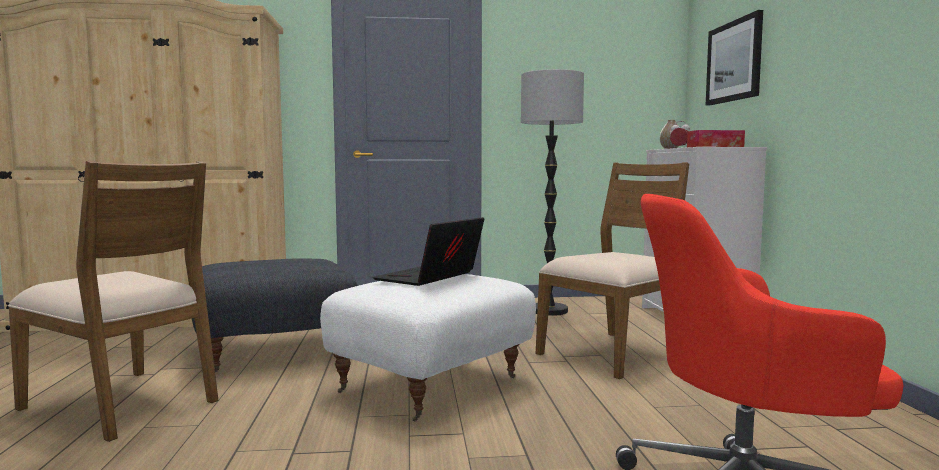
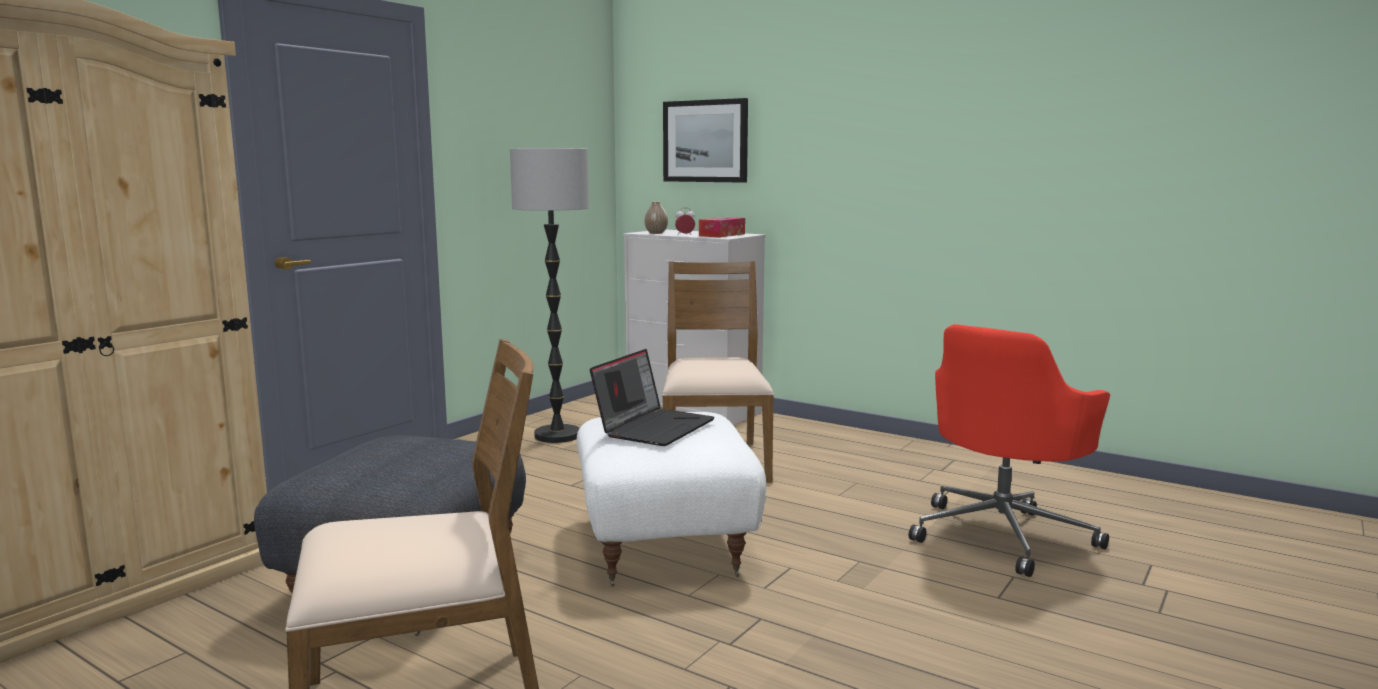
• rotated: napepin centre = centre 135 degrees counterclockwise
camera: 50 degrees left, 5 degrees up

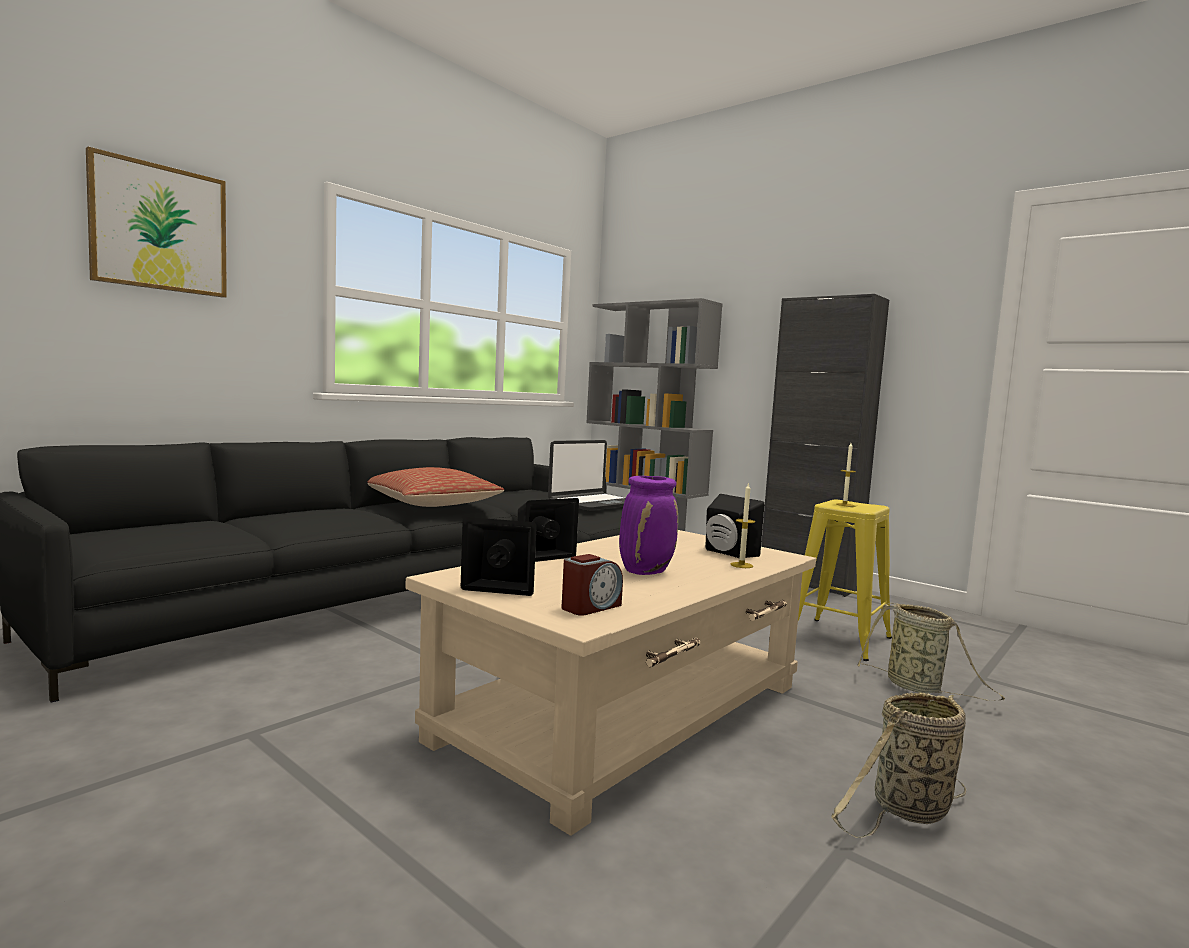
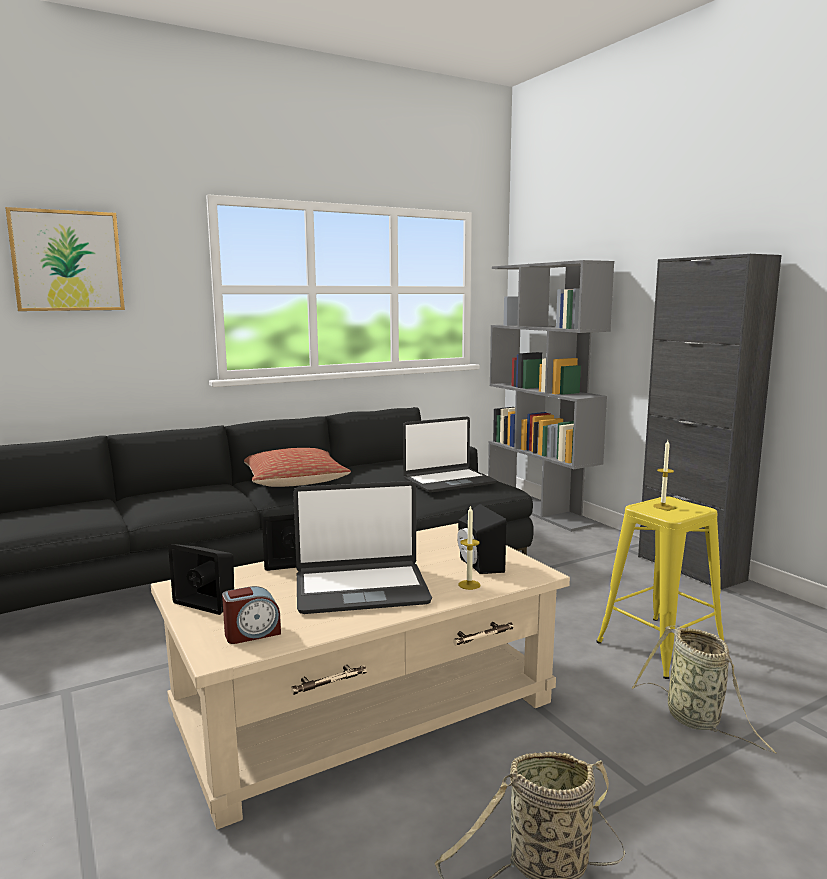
• swapped: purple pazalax centre to napepin (no. 1 from left) centre
camera: 20 degrees right, 5 degrees up

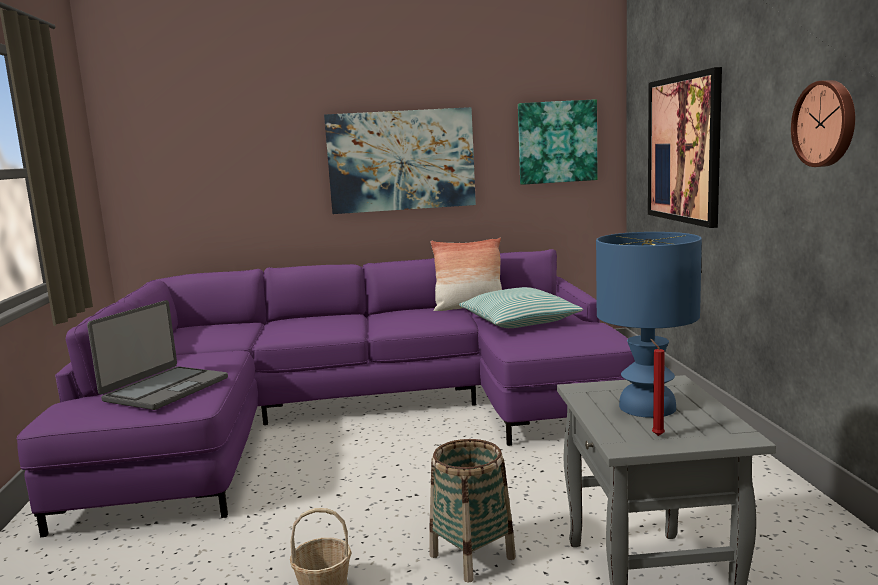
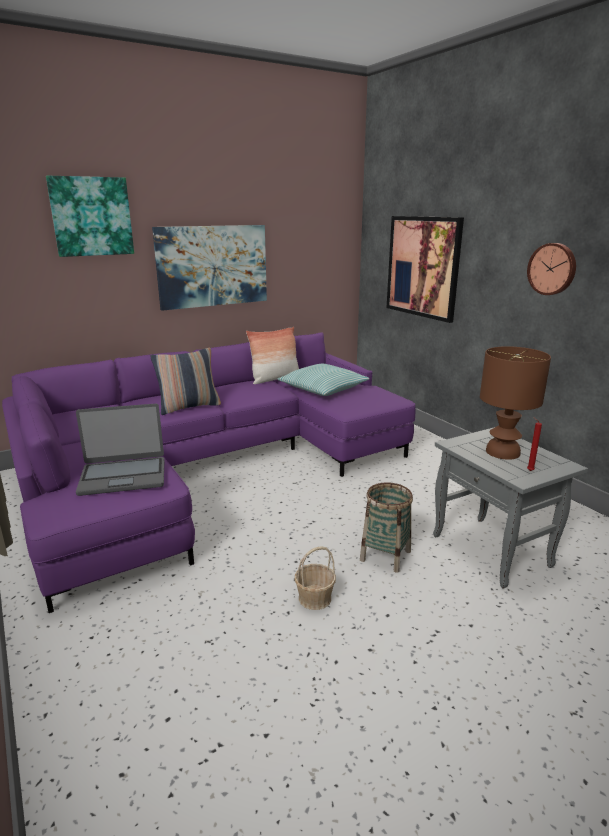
• shifted: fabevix (no. 2 from left in the first image) top centre to fabevix (no. 1 from left) top left
• rotated: napepin middle left = middle left 75 degrees clockwise
• new: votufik (no. 1 from left) middle left
• repainted: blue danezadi middle right to brown danezadi middle right
camera: 25 degrees left, 10 degrees up

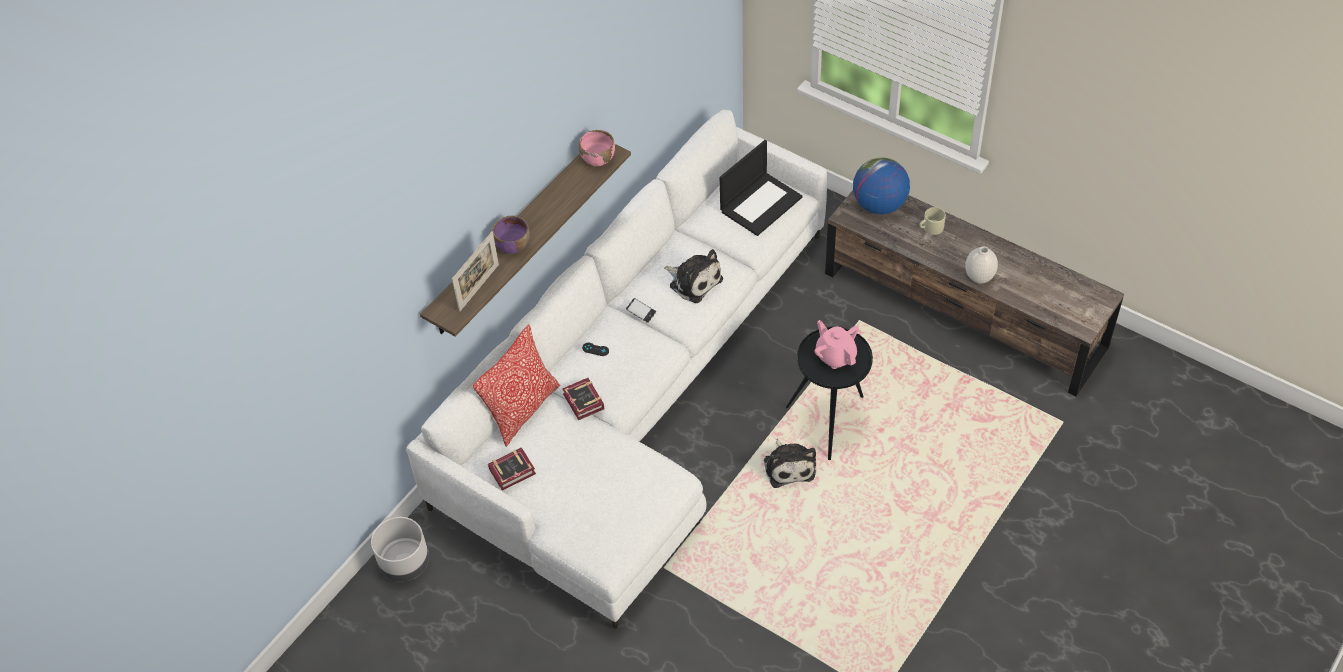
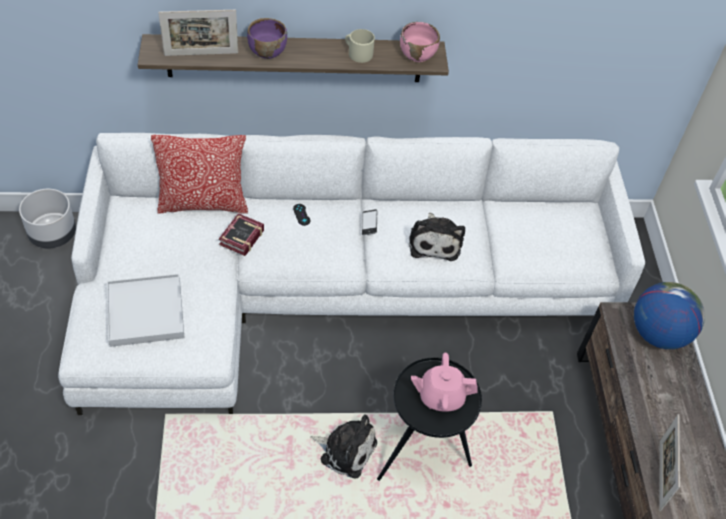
• new: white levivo middle left
• rotated: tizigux (no. 2 from left in the first image) bottom centre = bottom centre 105 degrees counterclockwise
• shifted: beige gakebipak top right to top centre
• rotated: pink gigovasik centre = bottom centre 105 degrees counterclockwise
• swapped: white pazalax middle right to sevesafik (no. 2 from left) bottom right
• gone: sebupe (no. 1 from left) bottom centre
• gone: napepin top centre
camera: 45 degrees right, 0 degrees up

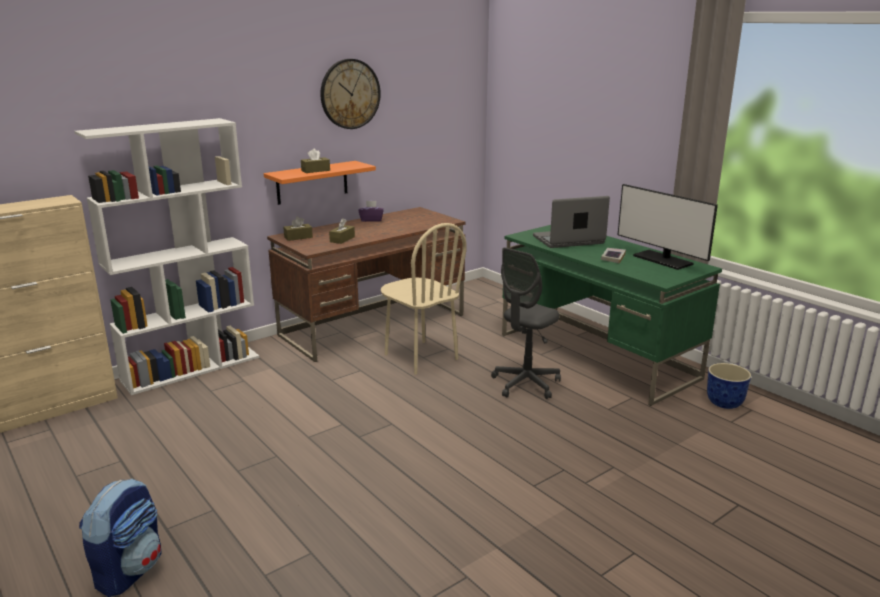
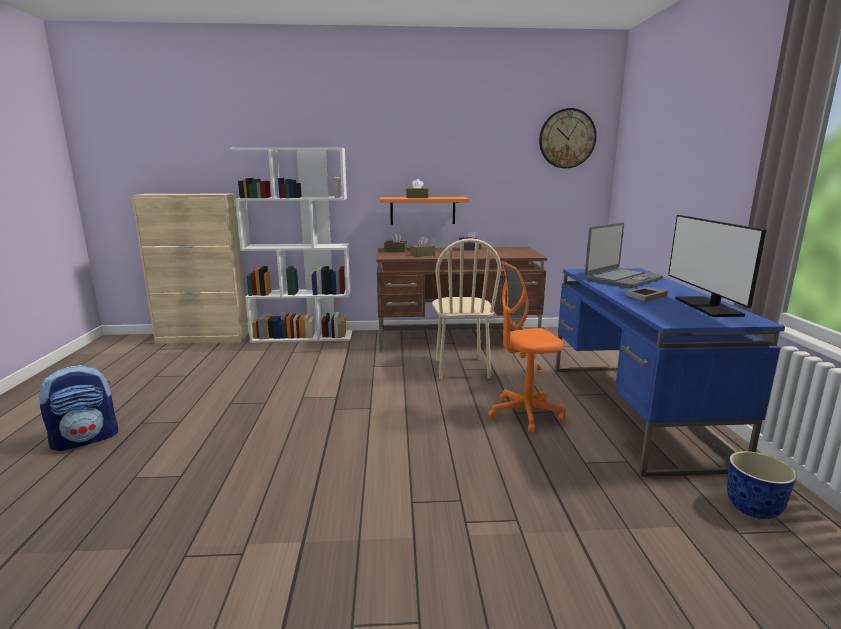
• repainted: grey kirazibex centre to orange kirazibex centre
• shifted: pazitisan top centre to top right
• repainted: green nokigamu middle right to blue nokigamu middle right
• rotated: napepin centre = middle right 120 degrees clockwise
camera: 35 degrees right, 5 degrees down

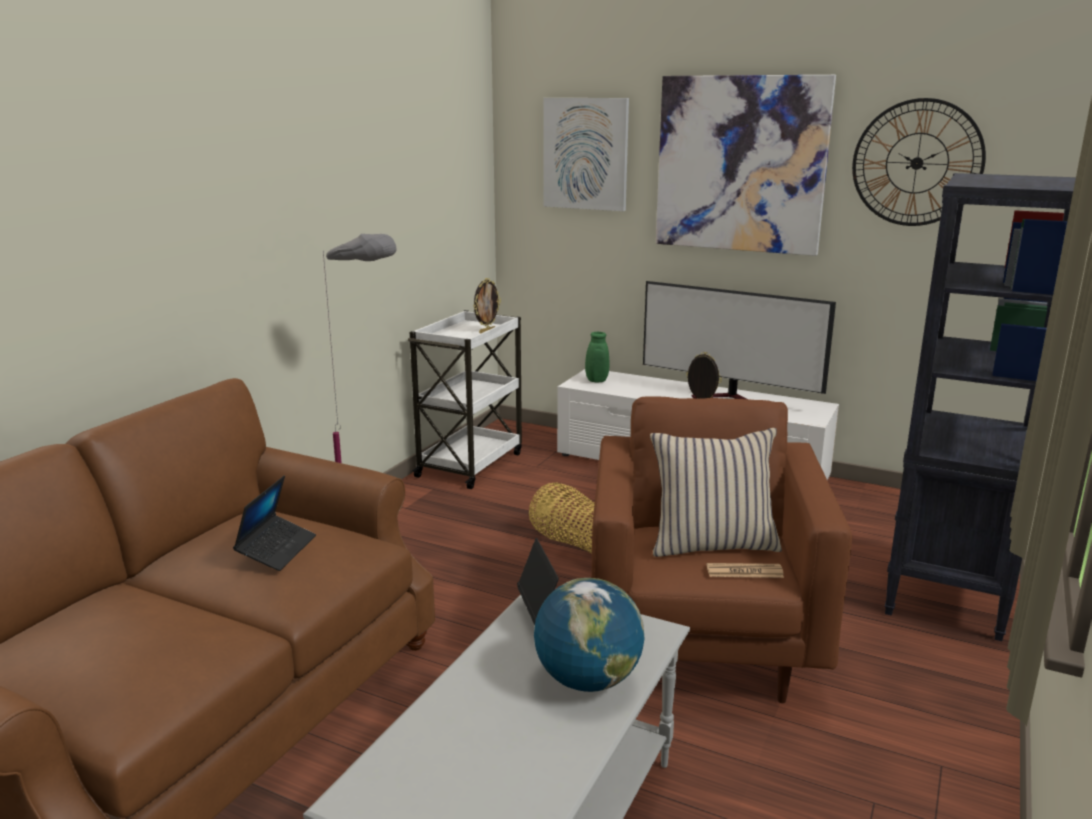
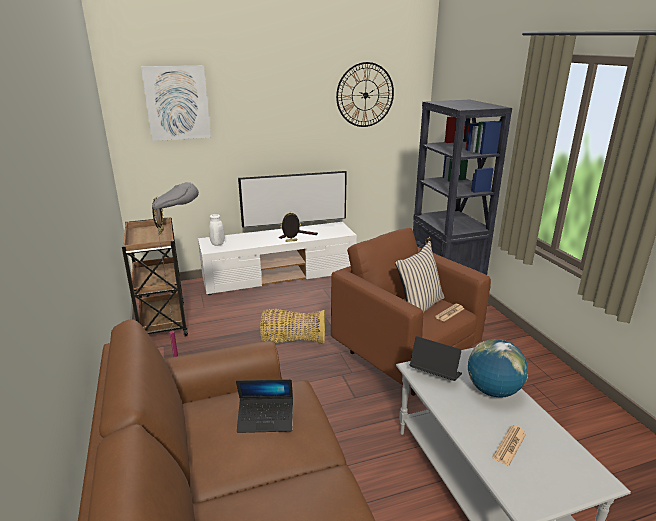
• repainted: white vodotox centre to brown vodotox middle left
• repainted: green pazalax centre to white pazalax middle left
• rotated: napepin (no. 1 from left) middle left = bottom centre 120 degrees clockwise
• new: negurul (no. 2 from left) bottom right
• gone: fabevix (no. 2 from left) top right
camera: 45 degrees left, 5 degrees up

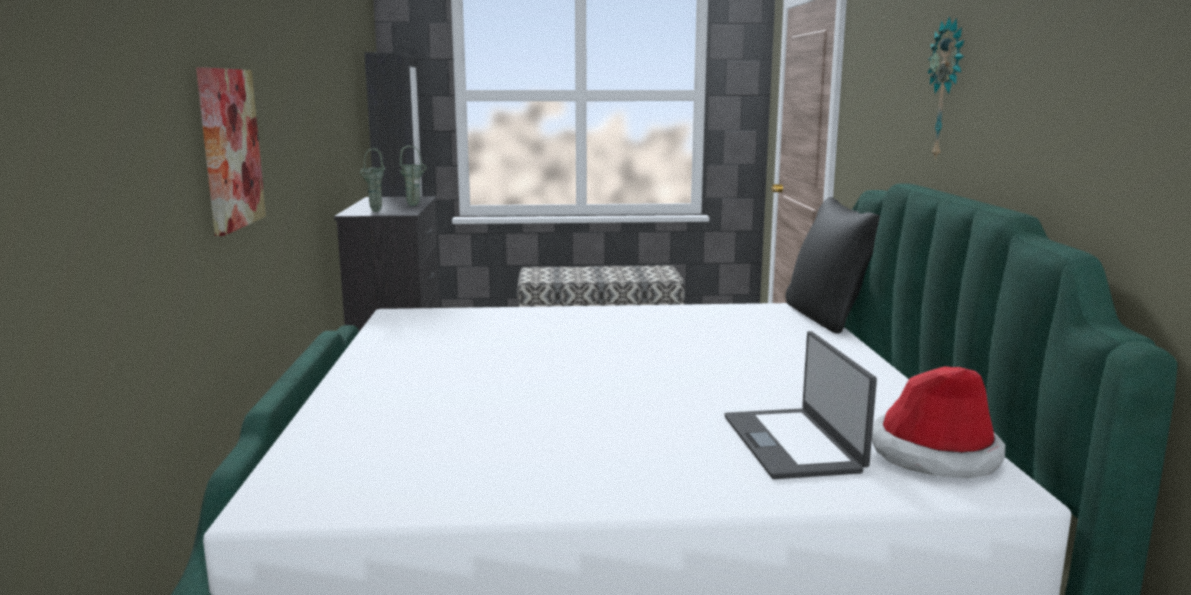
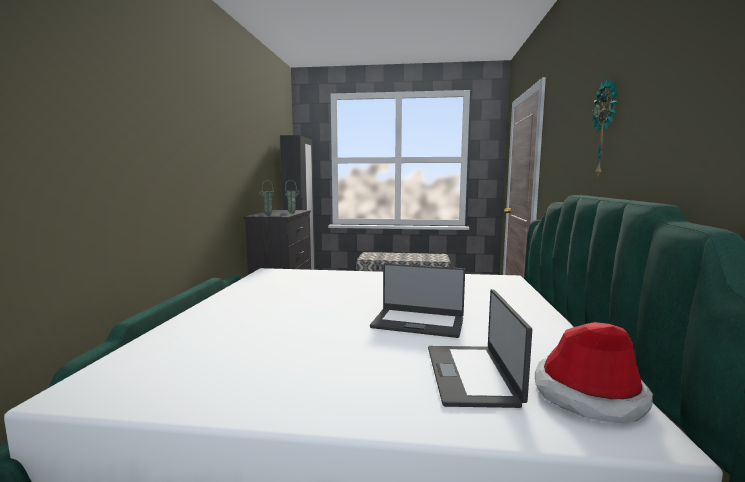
• new: napepin (no. 1 from left) centre
• gone: fabevix top left
• gone: black votufik middle right
camera: 10 degrees right, 5 degrees down

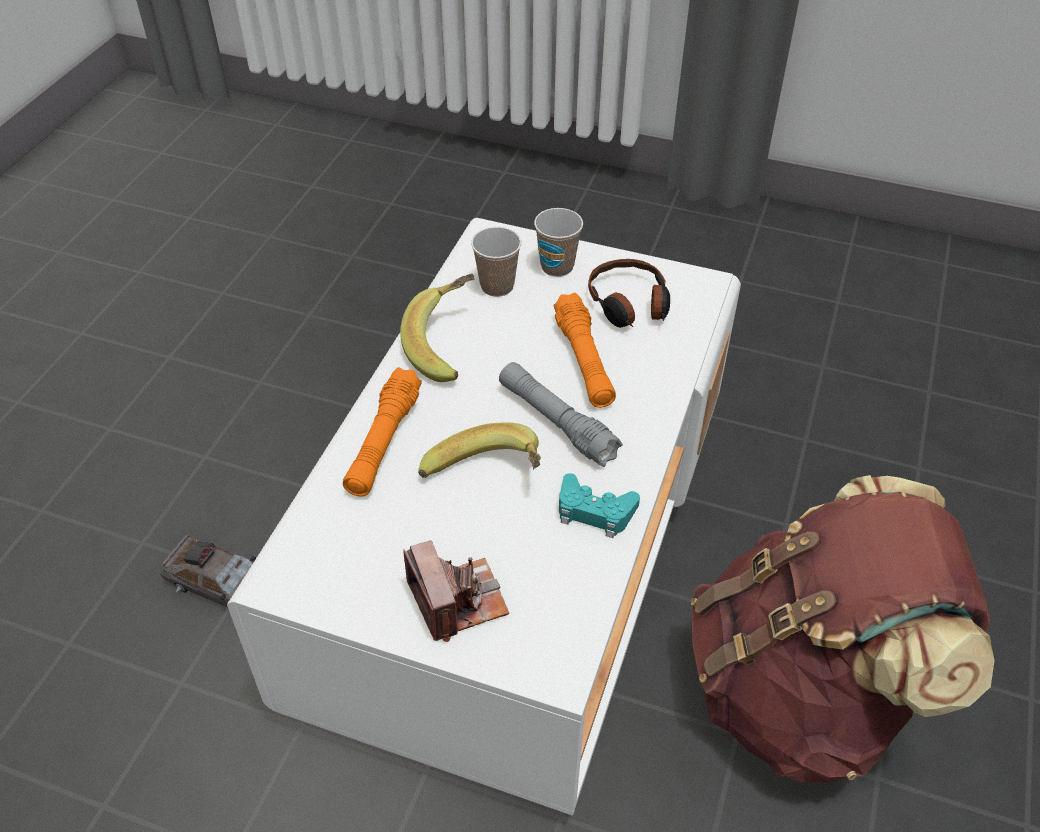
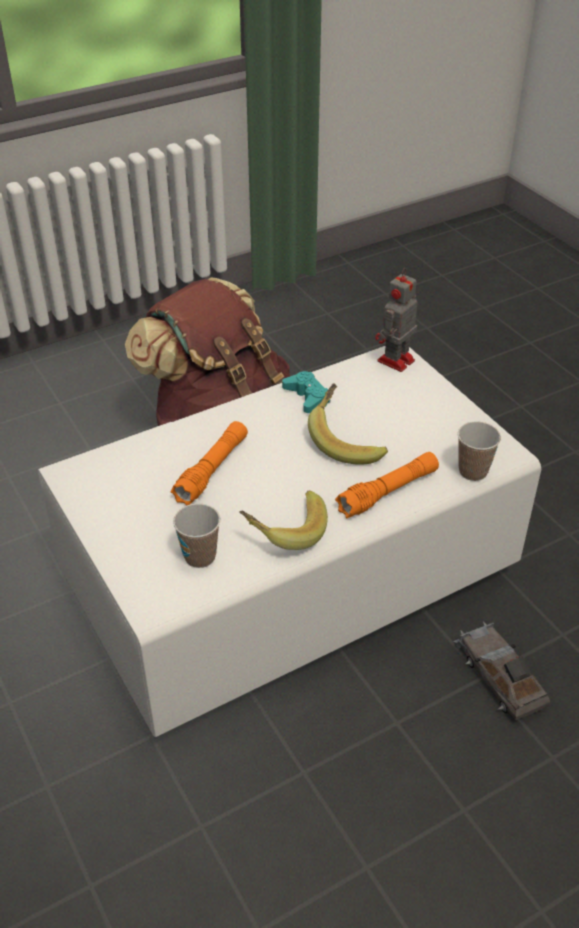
• new: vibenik middle right
• shifted: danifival (no. 2 from left) top centre to middle right
• gone: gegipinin bottom centre
• gone: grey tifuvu centre
• gone: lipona centre
camera: 140 degrees left, 5 degrees down

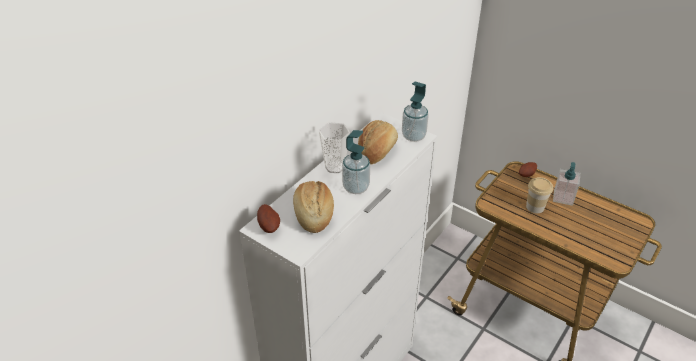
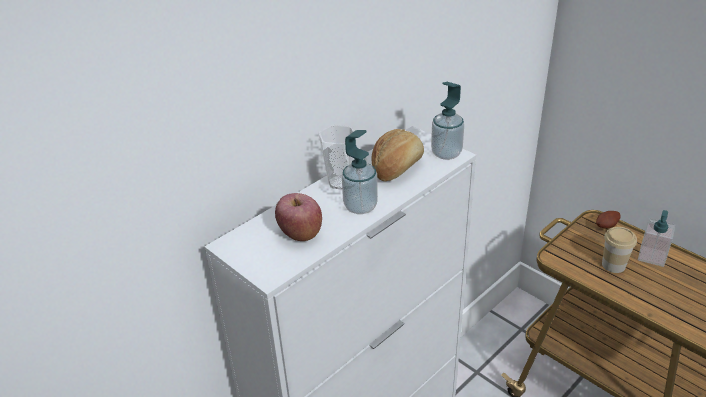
• swapped: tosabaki (no. 1 from left) centre to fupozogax centre
• gone: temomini (no. 1 from left) centre
camera: 10 degrees right, 5 degrees down

